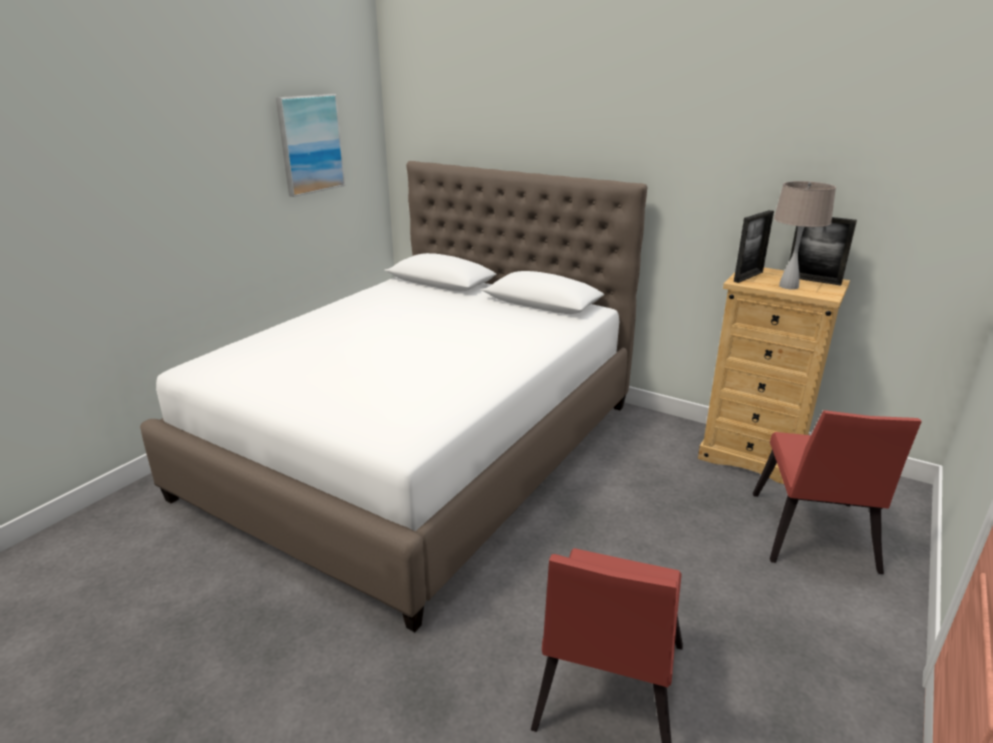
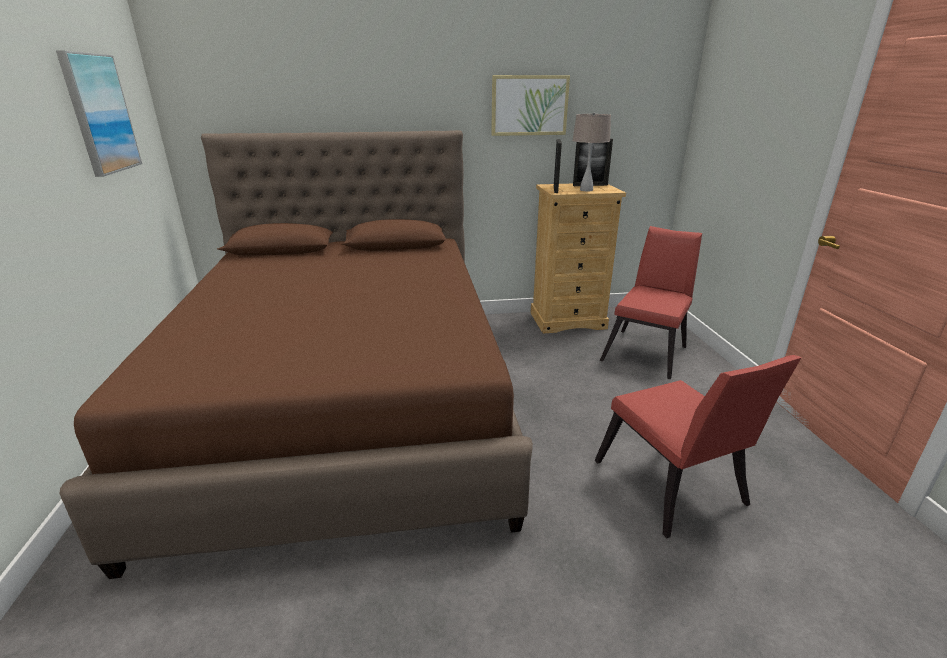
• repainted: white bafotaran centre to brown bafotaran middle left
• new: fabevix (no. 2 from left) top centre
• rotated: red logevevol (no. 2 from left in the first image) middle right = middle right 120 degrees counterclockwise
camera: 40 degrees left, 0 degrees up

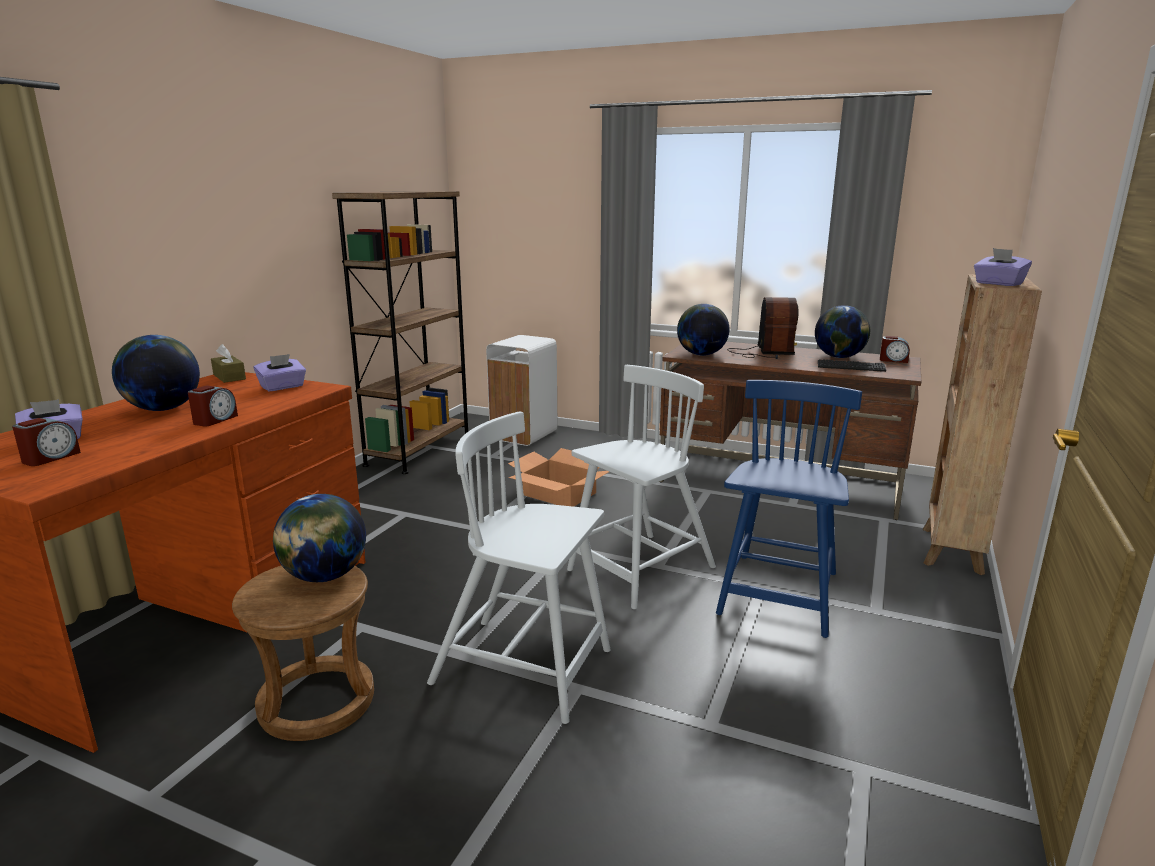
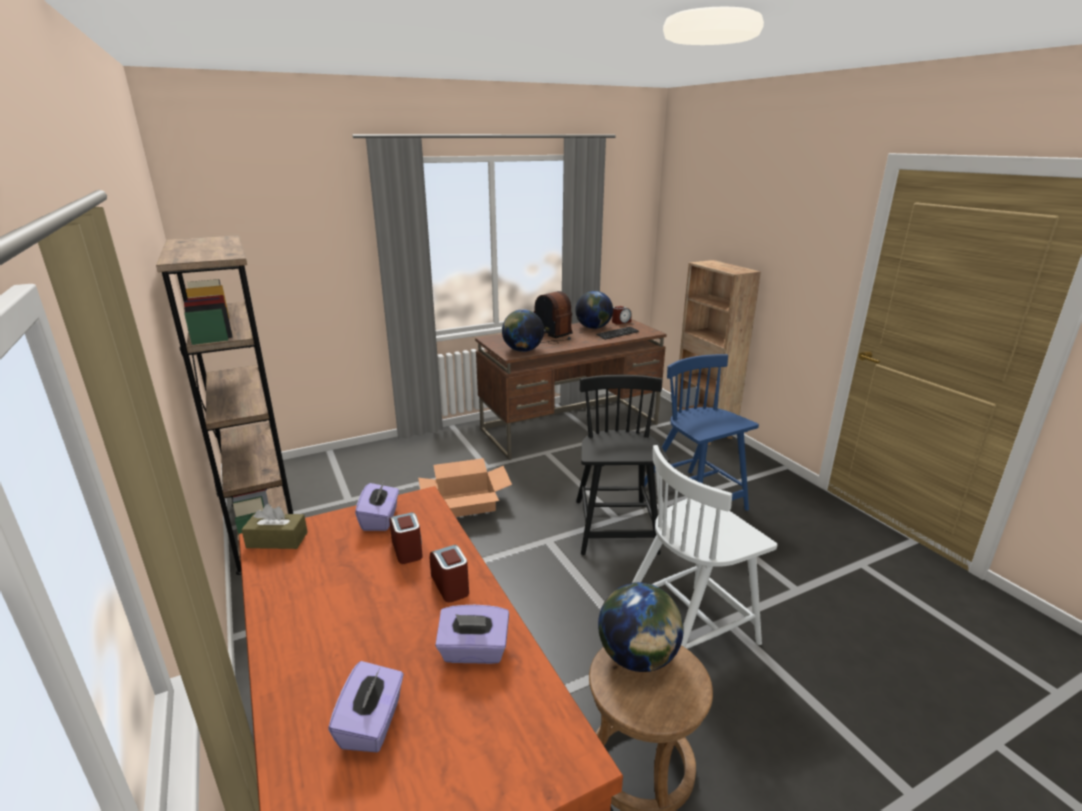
• shifted: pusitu (no. 1 from left) middle left to centre
• shifted: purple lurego (no. 3 from left) top right to bottom centre
• repainted: white logevevol (no. 2 from left) centre to black logevevol centre
• gone: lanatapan (no. 1 from left) middle left
• gone: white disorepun centre
camera: 50 degrees left, 5 degrees up

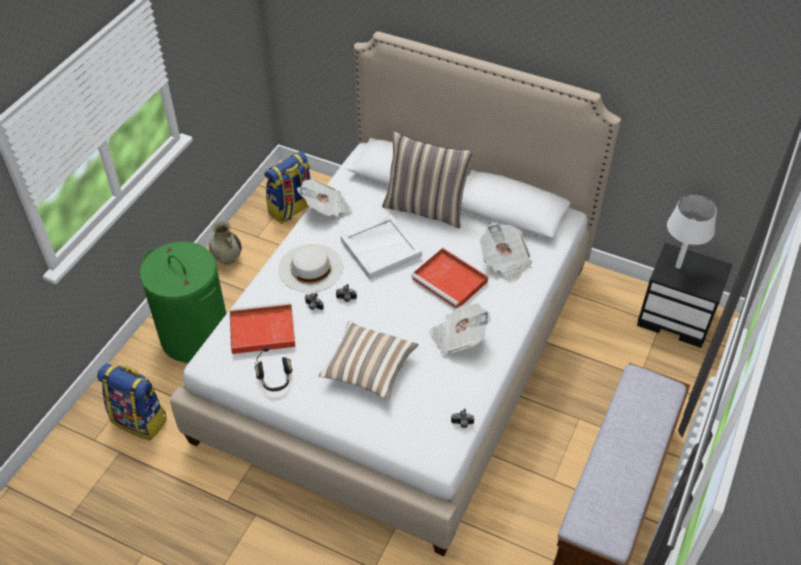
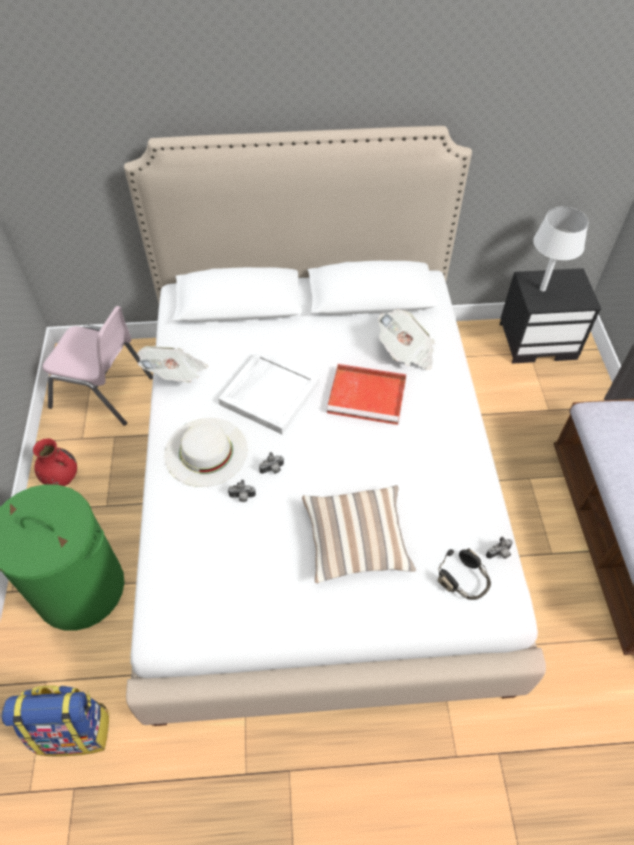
• repainted: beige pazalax middle left to red pazalax middle left
• swapped: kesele (no. 2 from left) top centre to pink logevevol middle left
• shifted: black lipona centre to bottom right
• gone: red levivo (no. 1 from left) middle left
• gone: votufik (no. 2 from left) top centre
• gone: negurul (no. 2 from left) centre
camera: 30 degrees left, 5 degrees up

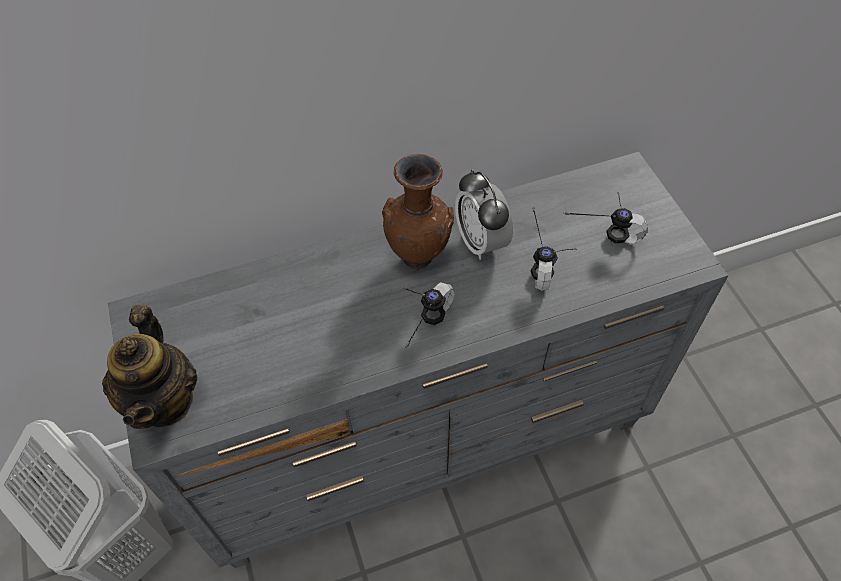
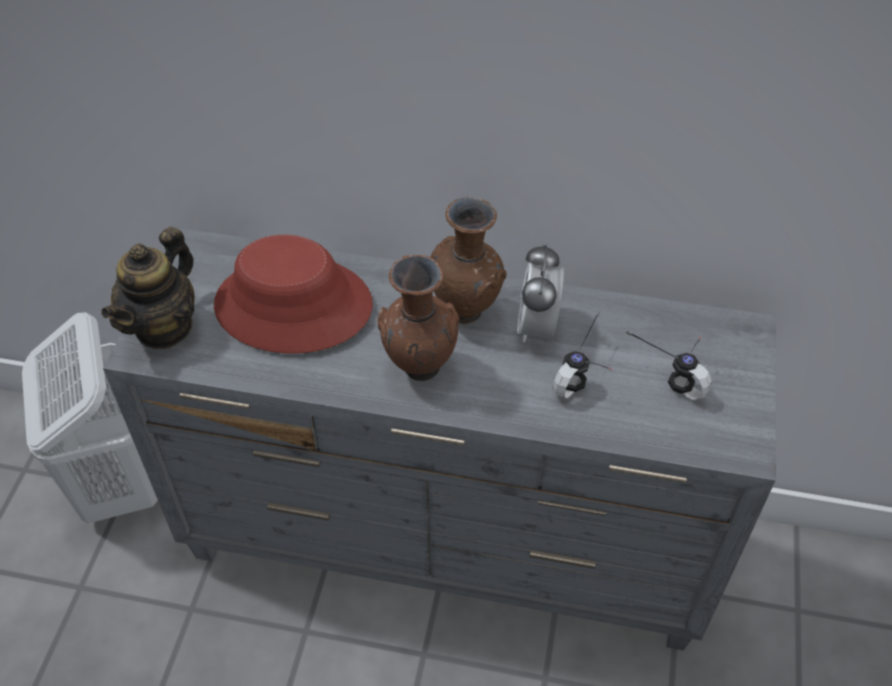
• new: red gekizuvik middle left
• swapped: lipona (no. 1 from left) centre to brown pazalax (no. 1 from left) centre
camera: 30 degrees right, 5 degrees down

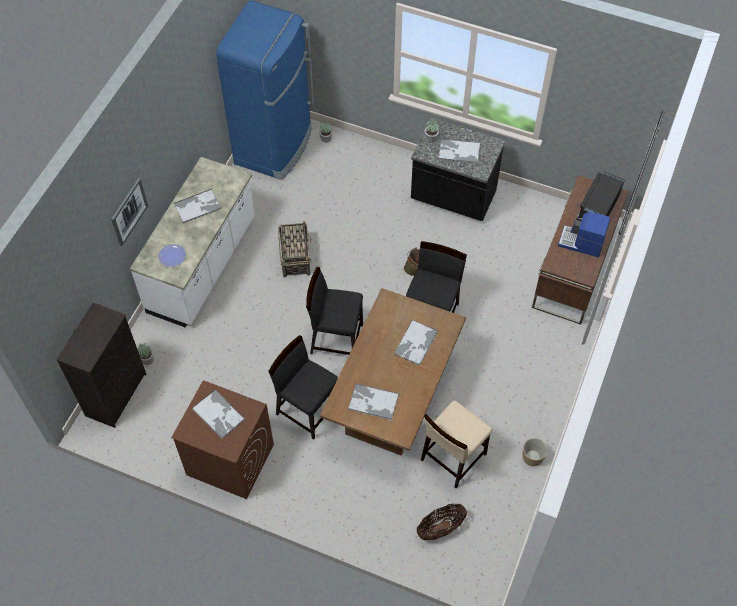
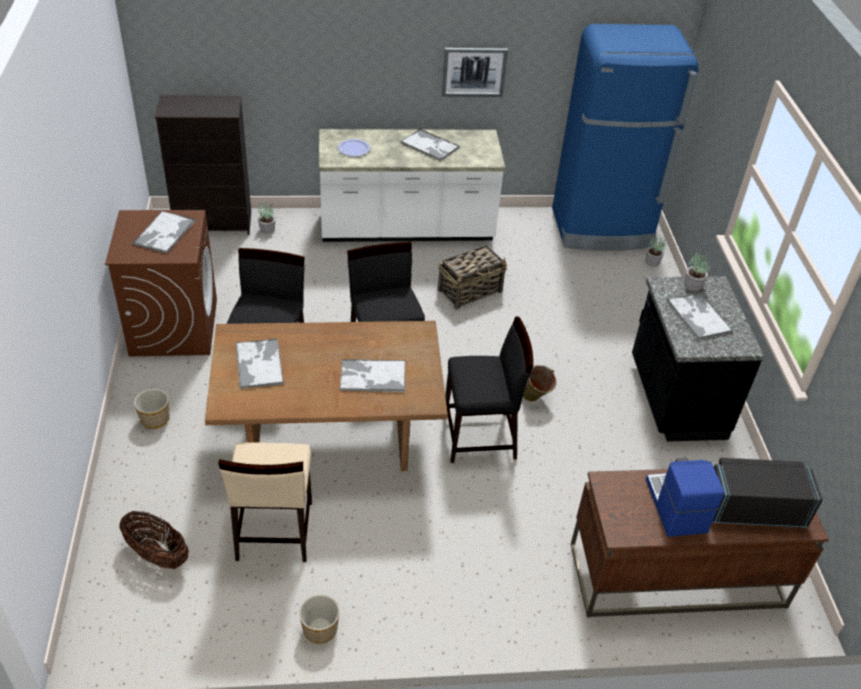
• new: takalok (no. 1 from left) middle left
• rotated: beige logevevol bottom centre = bottom left 105 degrees counterclockwise
• shifted: fabevix middle left to top centre
camera: 60 degrees right, 15 degrees down

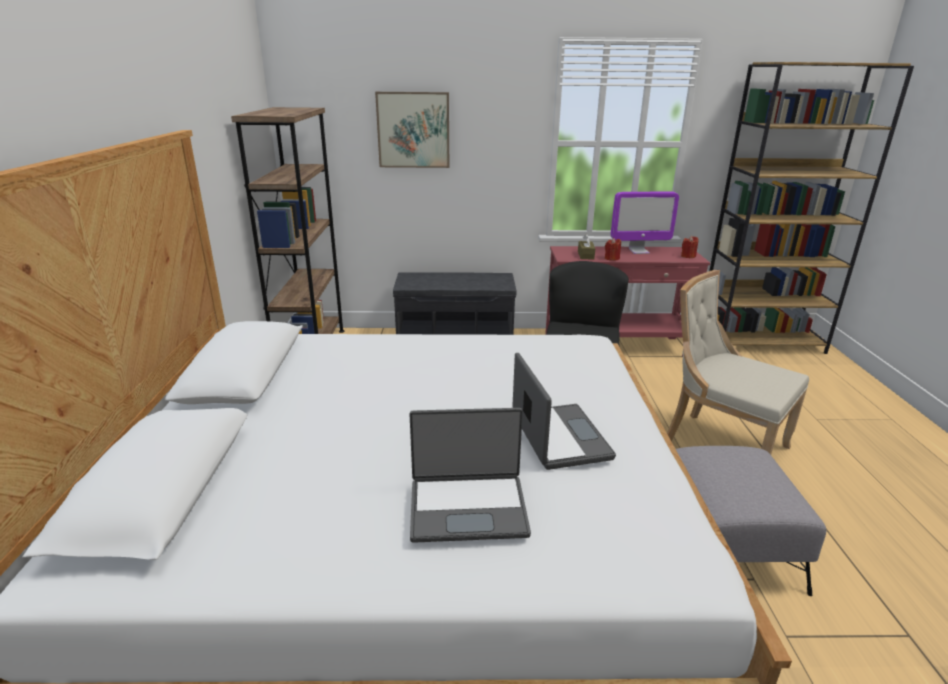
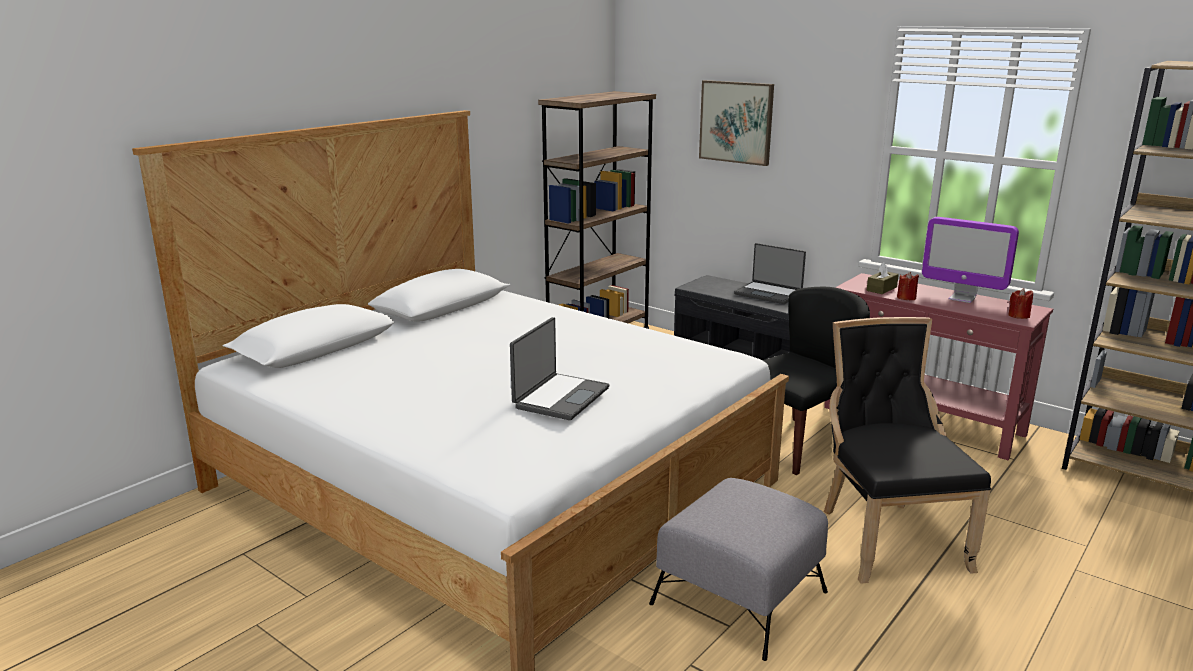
• shifted: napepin (no. 1 from left in the first image) bottom centre to napepin (no. 2 from left) centre
• repainted: beige logevevol middle right to black logevevol (no. 2 from left) bottom right
camera: 40 degrees right, 5 degrees down

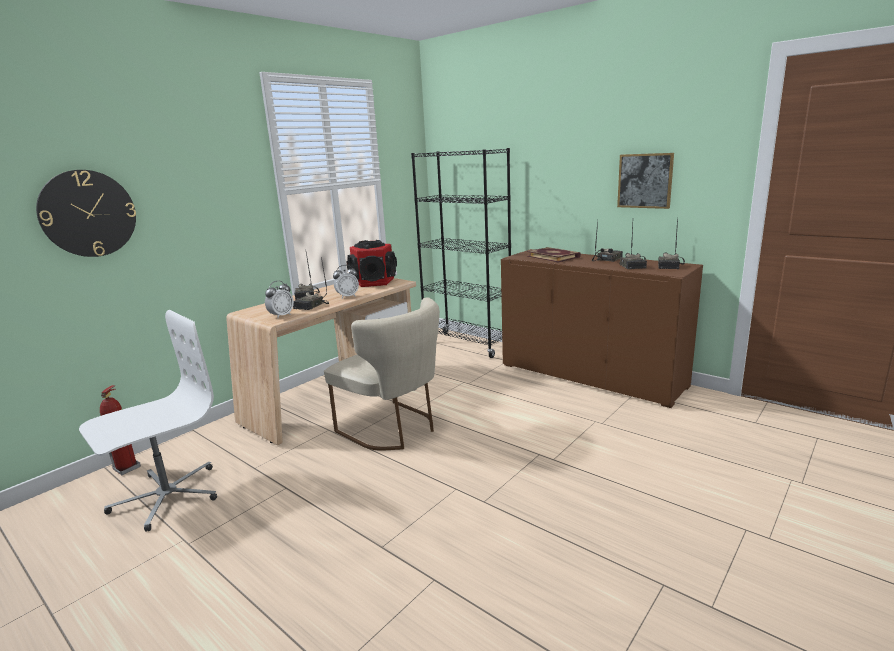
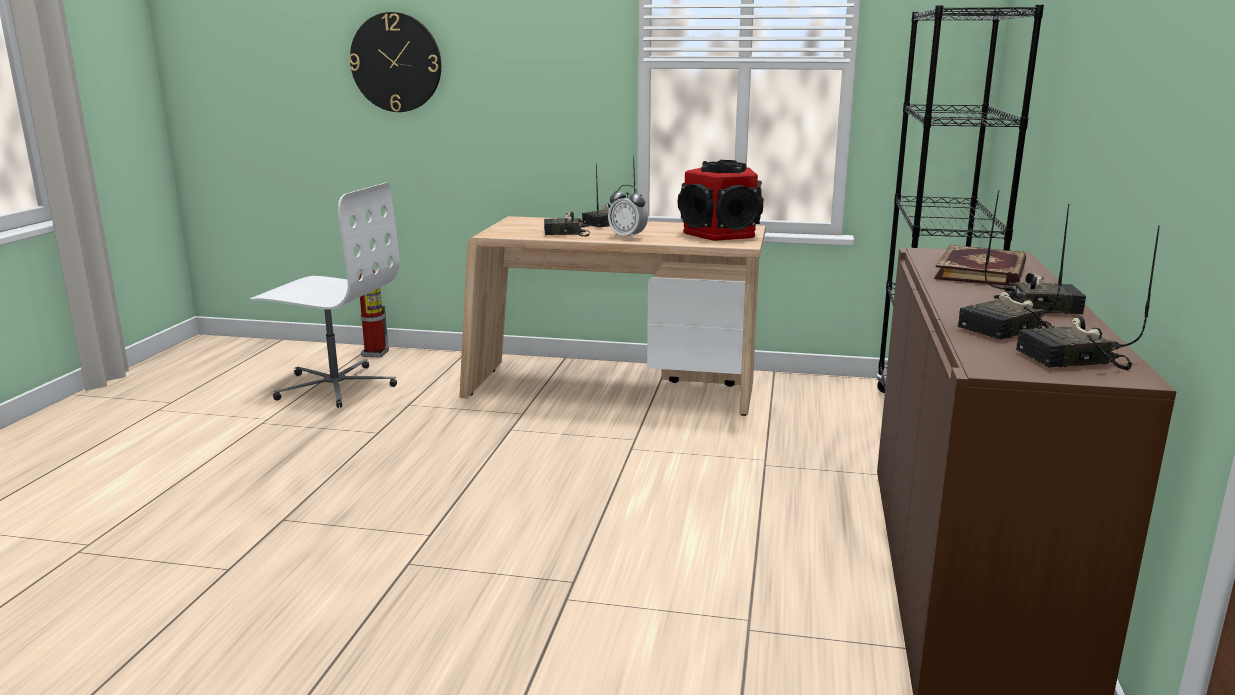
• gone: pusitu (no. 1 from left) middle left
• gone: beige logevevol centre
• gone: fabevix top right
camera: 60 degrees right, 0 degrees up

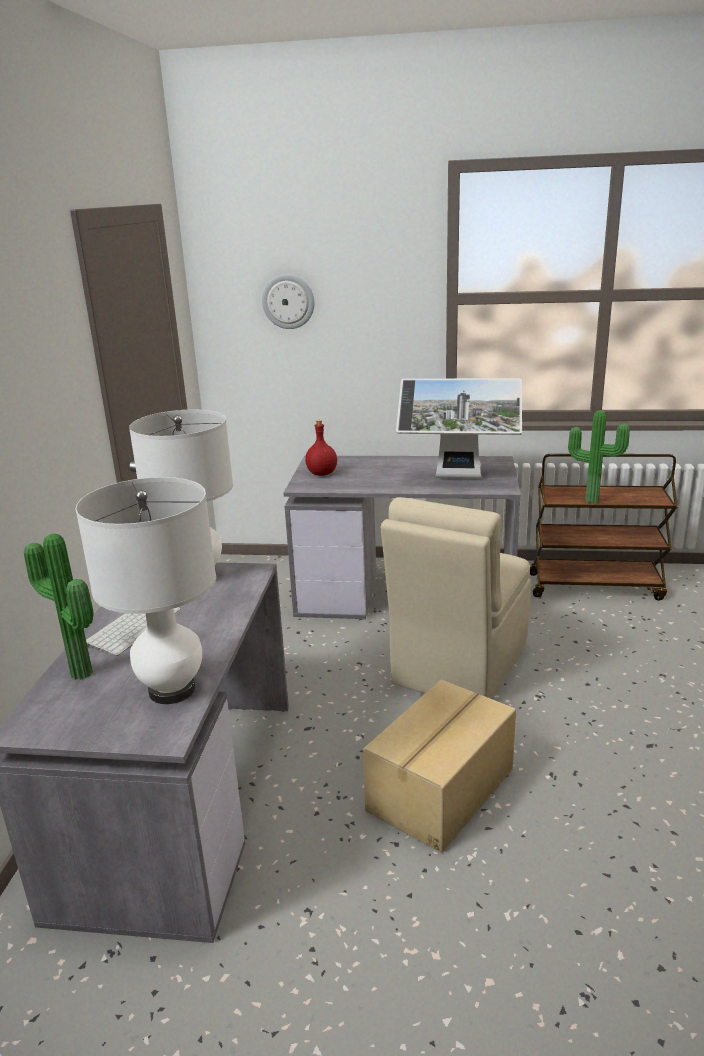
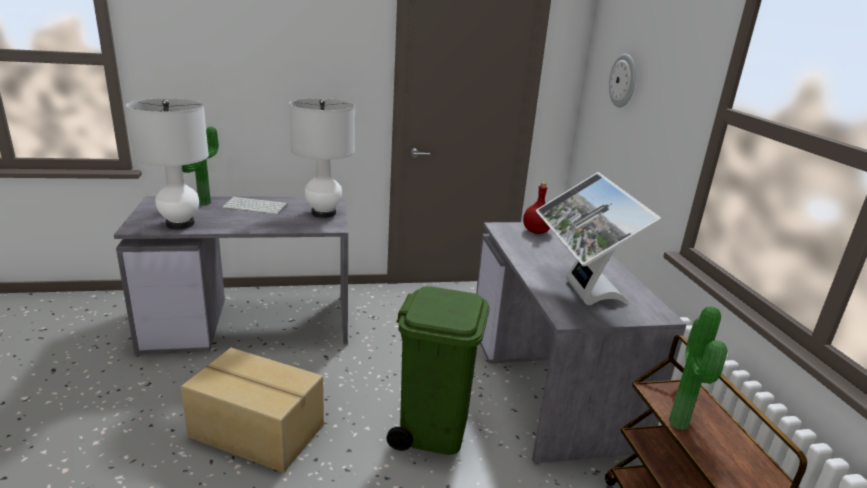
• swapped: beige logevevol centre to green disorepun bottom centre
camera: 70 degrees right, 0 degrees up

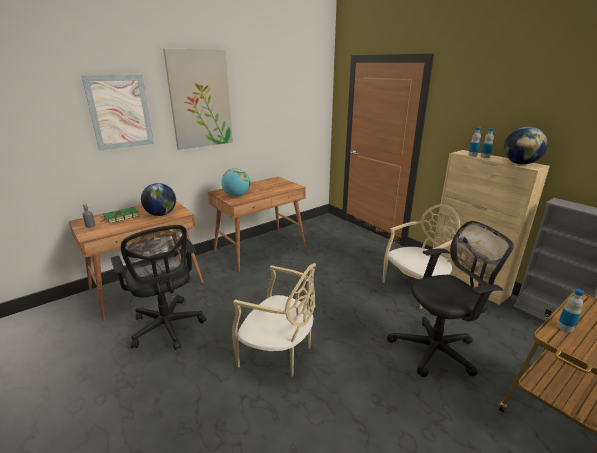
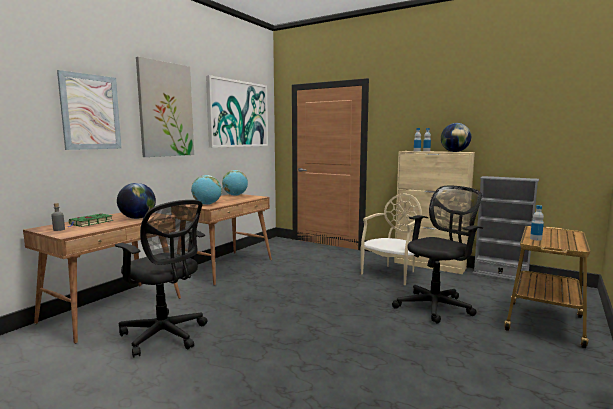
• new: fabevix (no. 3 from left) top centre
• new: lanatapan (no. 3 from left) centre
• gone: beige logevevol (no. 1 from left) bottom centre
camera: 20 degrees left, 15 degrees down

